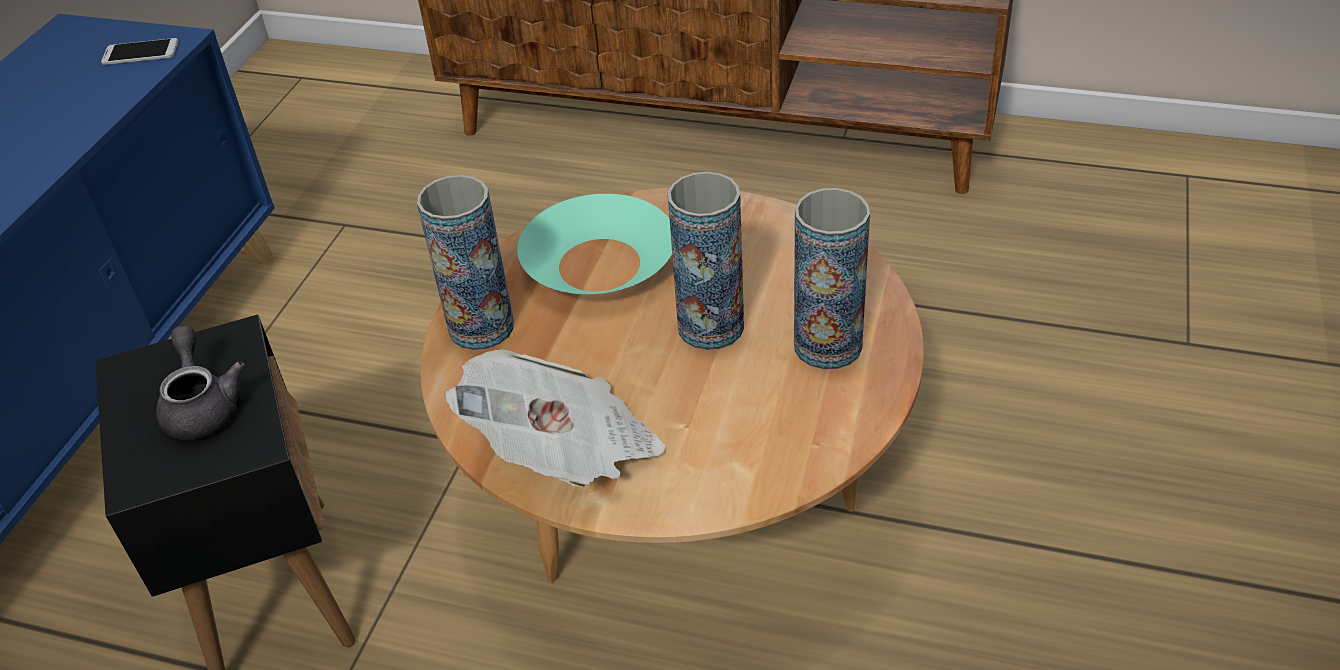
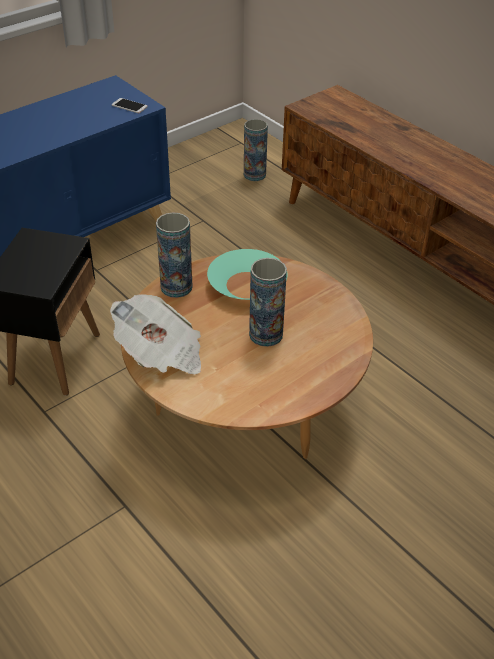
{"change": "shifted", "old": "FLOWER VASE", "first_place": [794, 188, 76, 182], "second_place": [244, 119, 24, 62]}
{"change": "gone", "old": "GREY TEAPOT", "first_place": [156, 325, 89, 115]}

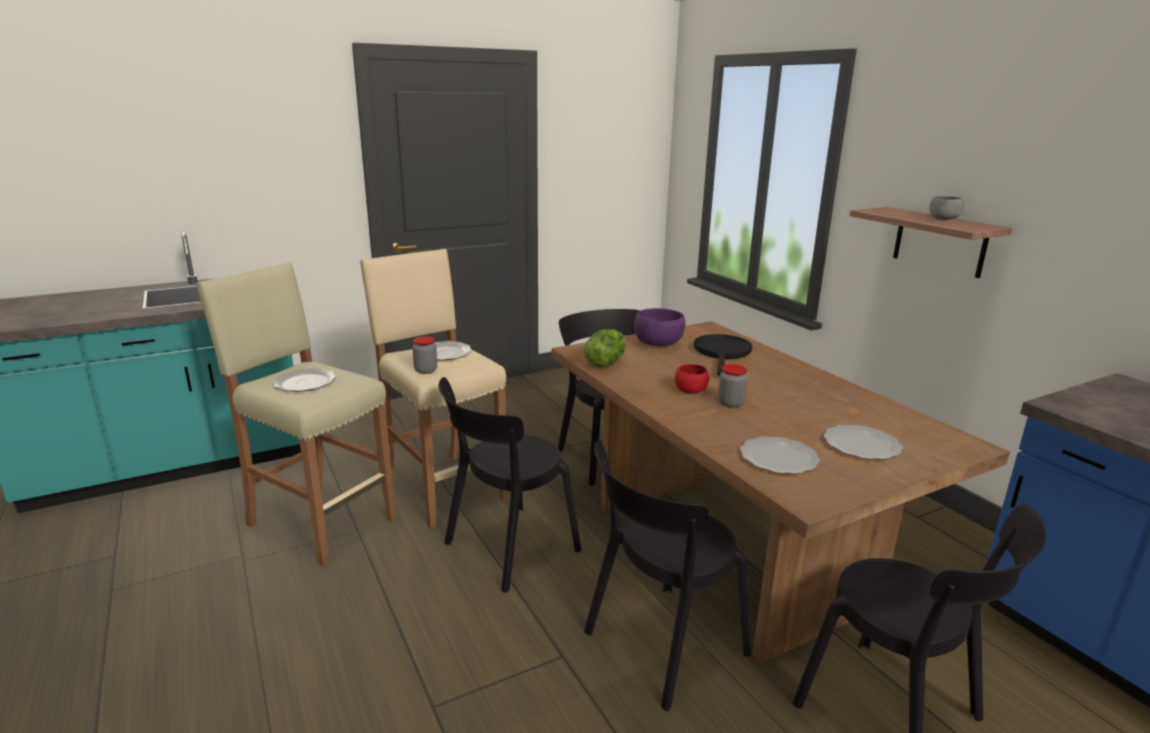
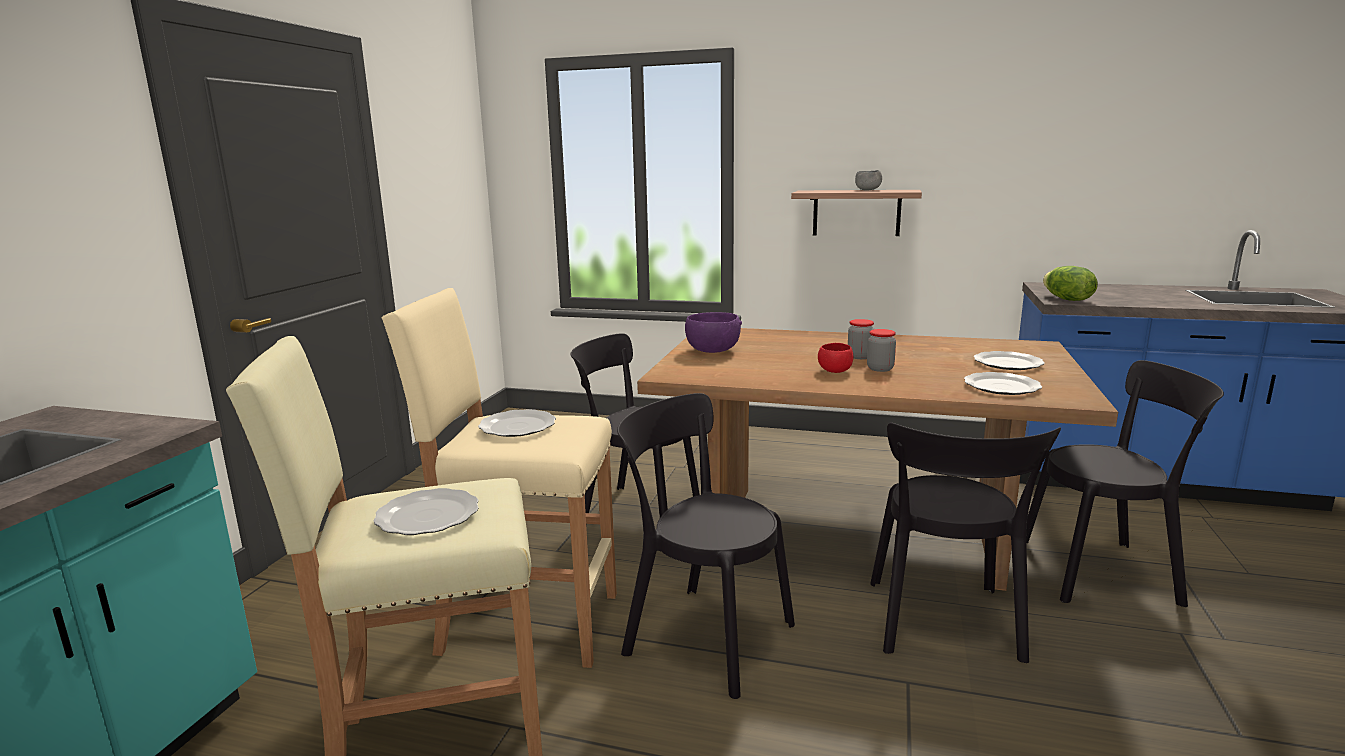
{"change": "shifted", "old": "LETTUCE HEAD", "first_place": [584, 329, 41, 38], "second_place": [1043, 266, 55, 35]}
{"change": "gone", "old": "BLACK SKILLET", "first_place": [694, 334, 58, 42]}
{"change": "shifted", "old": "STORAGE JAR", "first_place": [412, 336, 25, 38], "second_place": [848, 319, 26, 40]}
{"change": "rotated", "old": "BLACK PLAIN CHAIR", "first_place": [438, 377, 143, 216], "second_place": [617, 393, 178, 306], "degrees": 120}

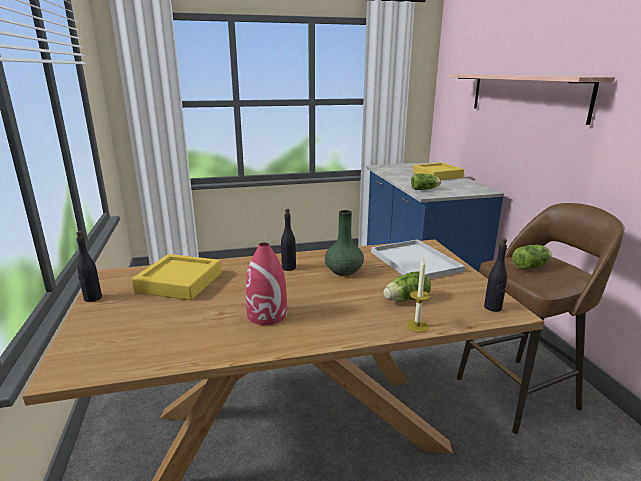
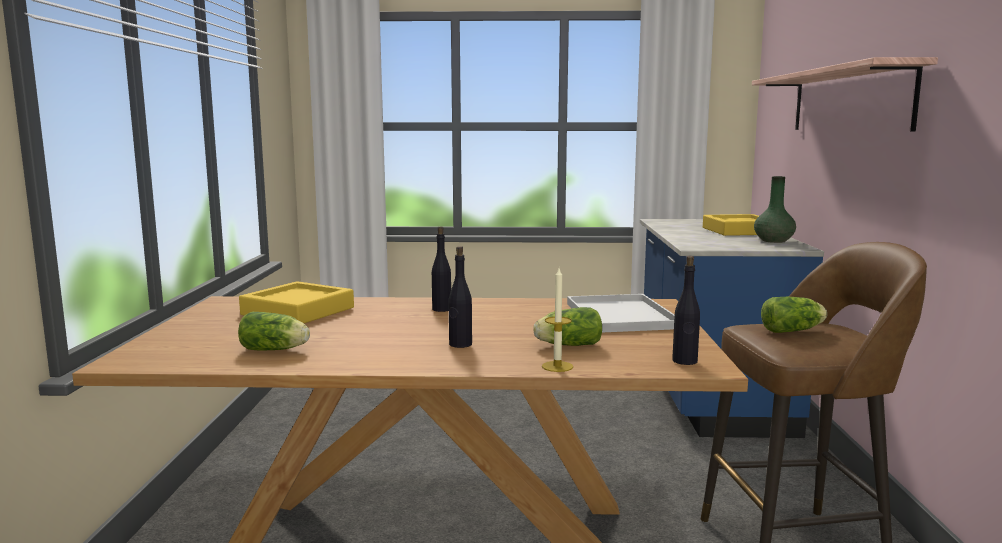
{"change": "shifted", "old": "LETTUCE HEAD", "first_place": [411, 174, 30, 16], "second_place": [238, 312, 72, 39]}
{"change": "shifted", "old": "GREENISH FLOWER VASE", "first_place": [325, 210, 39, 66], "second_place": [754, 176, 42, 67]}
{"change": "shifted", "old": "BLACK DRINK BOTTLE", "first_place": [76, 231, 26, 71], "second_place": [449, 246, 23, 102]}
{"change": "gone", "old": "RED-COLOURED FLOWER VASE", "first_place": [246, 242, 41, 83]}

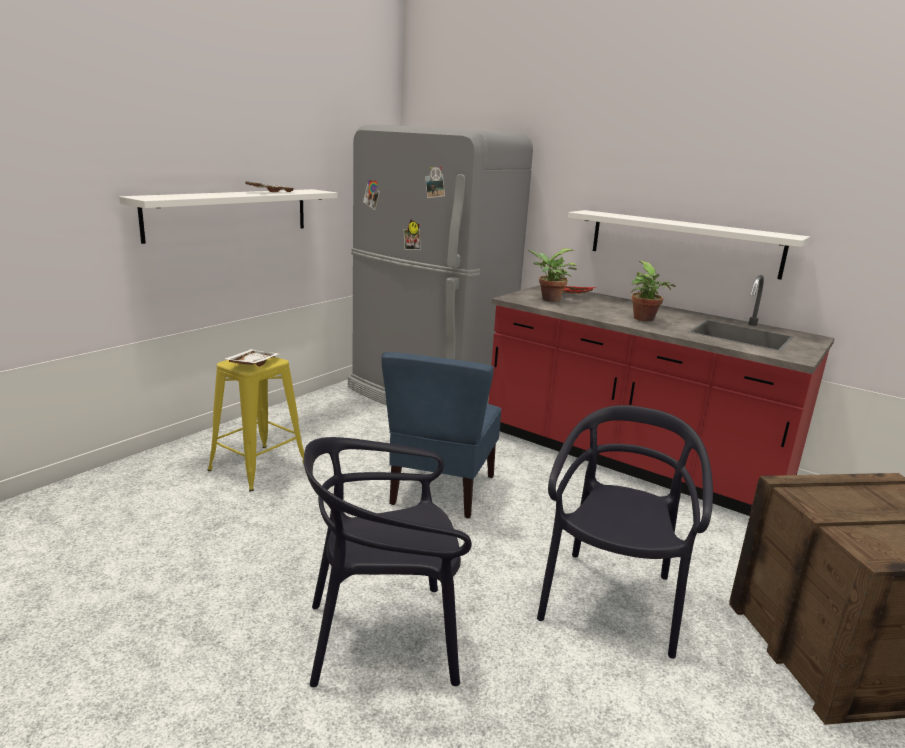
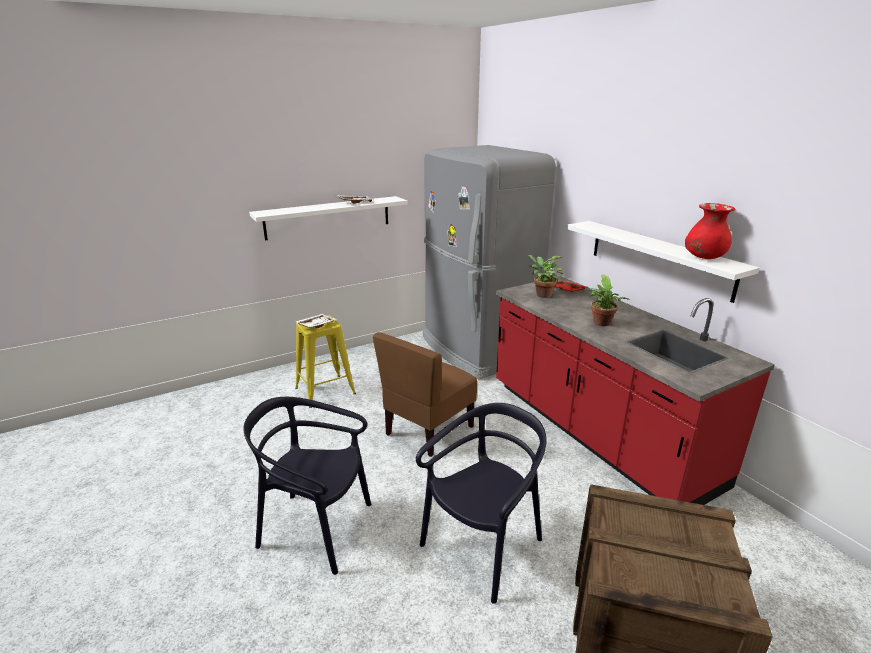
{"change": "repainted", "old": "BLUE PLAIN CHAIR", "new": "BROWN-COLOURED PLAIN CHAIR", "first_place": [381, 352, 121, 167], "second_place": [373, 332, 104, 125]}
{"change": "new", "new": "RED-COLOURED FLOWER VASE", "second_place": [685, 203, 50, 56]}

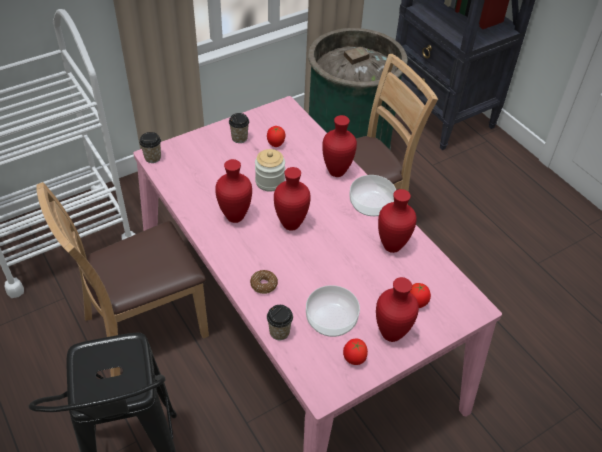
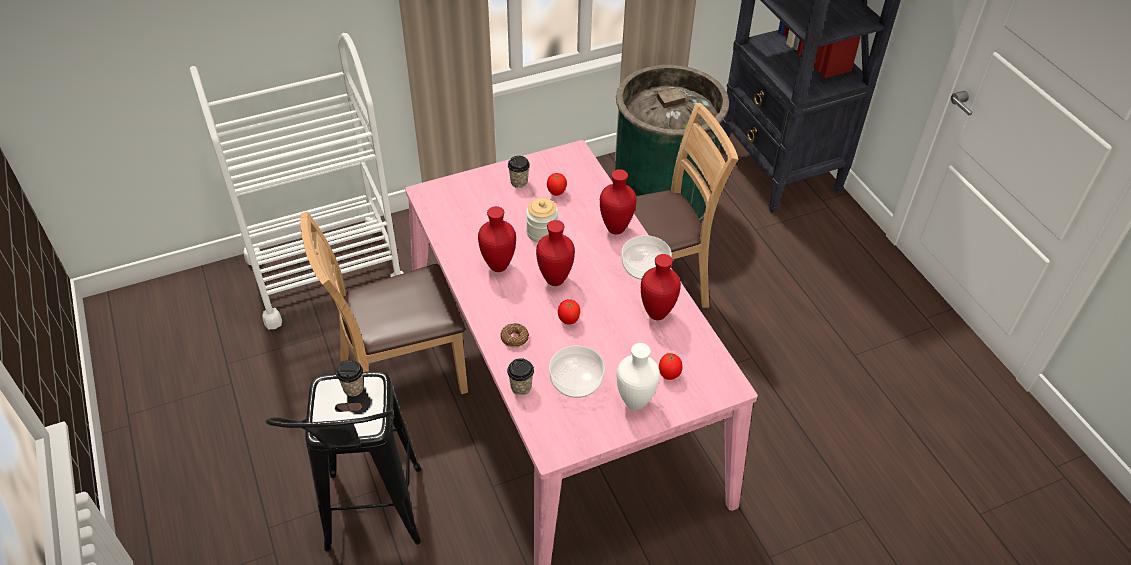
{"change": "shifted", "old": "DRINKING CUP", "first_place": [139, 132, 22, 31], "second_place": [336, 360, 28, 36]}
{"change": "repainted", "old": "RED-COLOURED FLOWER VASE", "new": "WHITE-COLOURED FLOWER VASE", "first_place": [376, 277, 43, 65], "second_place": [617, 343, 43, 67]}
{"change": "shifted", "old": "TOMATO", "first_place": [343, 339, 25, 26], "second_place": [558, 299, 22, 26]}

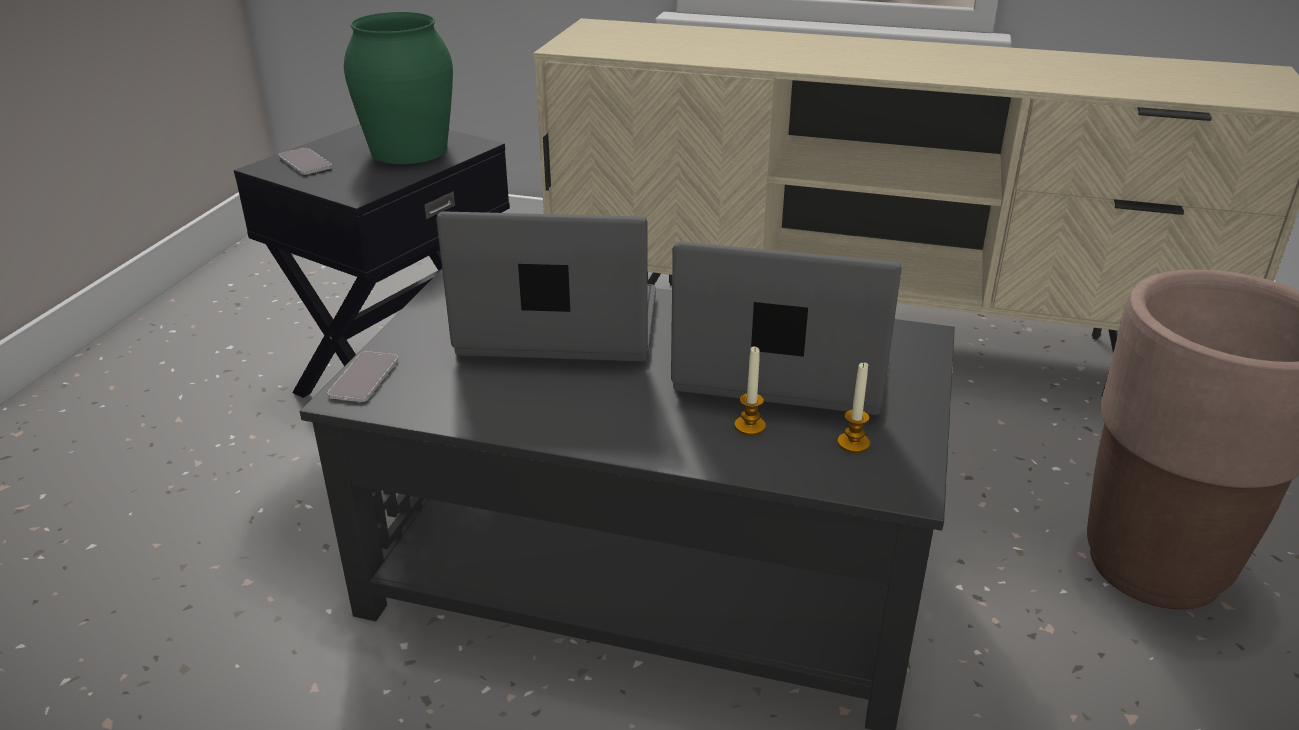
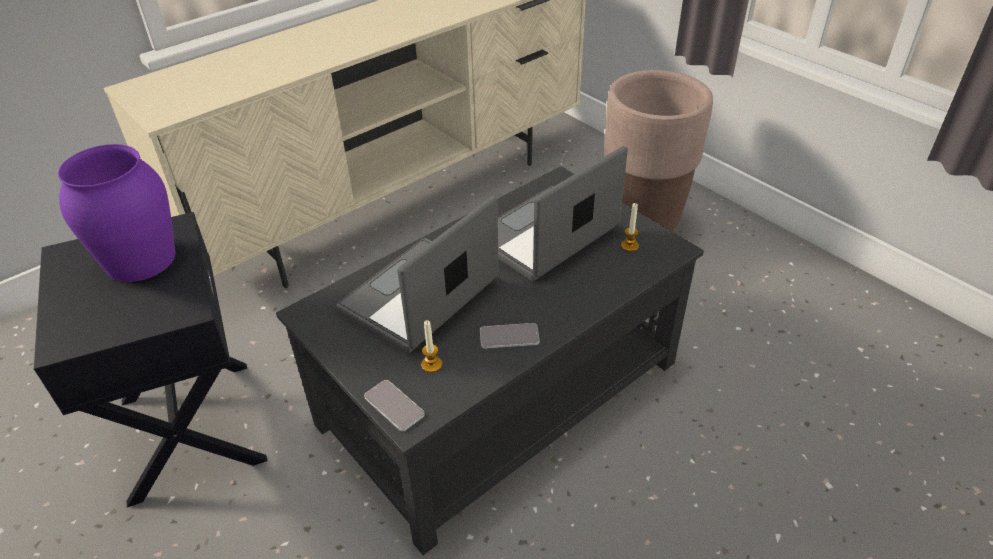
{"change": "repainted", "old": "GREENISH FLOWER VASE", "new": "PURPLISH FLOWER VASE", "first_place": [344, 12, 109, 152], "second_place": [58, 144, 118, 138]}
{"change": "shifted", "old": "HANDSET", "first_place": [278, 148, 54, 27], "second_place": [480, 323, 60, 26]}
{"change": "shifted", "old": "WAX LIGHT", "first_place": [734, 346, 32, 89], "second_place": [421, 320, 21, 53]}

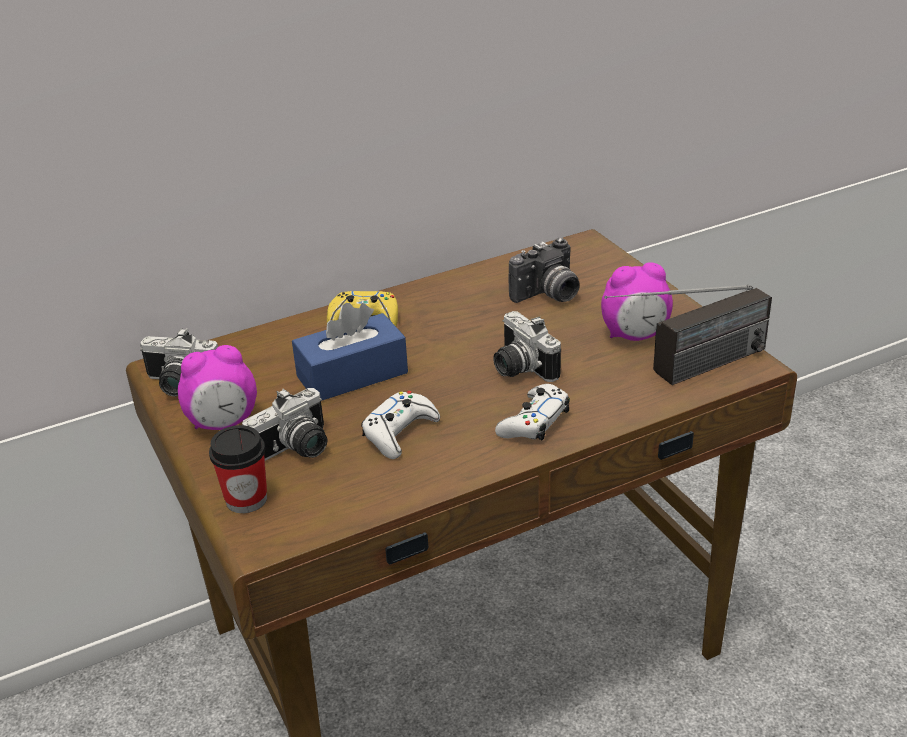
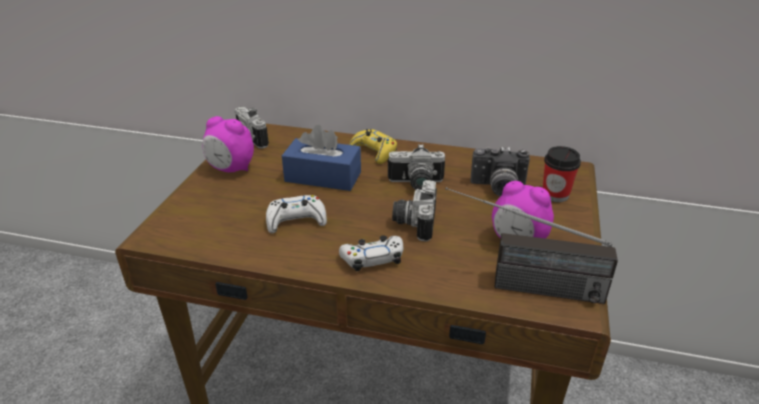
{"change": "shifted", "old": "STILL CAMERA", "first_place": [242, 388, 85, 73], "second_place": [388, 144, 57, 46]}
{"change": "shifted", "old": "DRINKING CUP", "first_place": [209, 425, 58, 88], "second_place": [543, 146, 38, 56]}

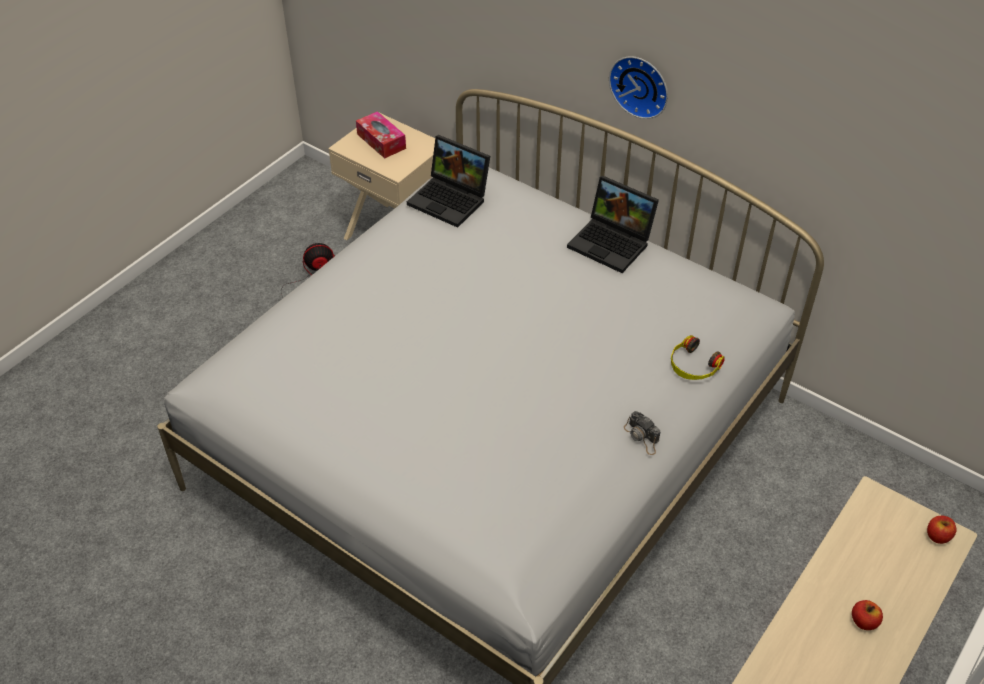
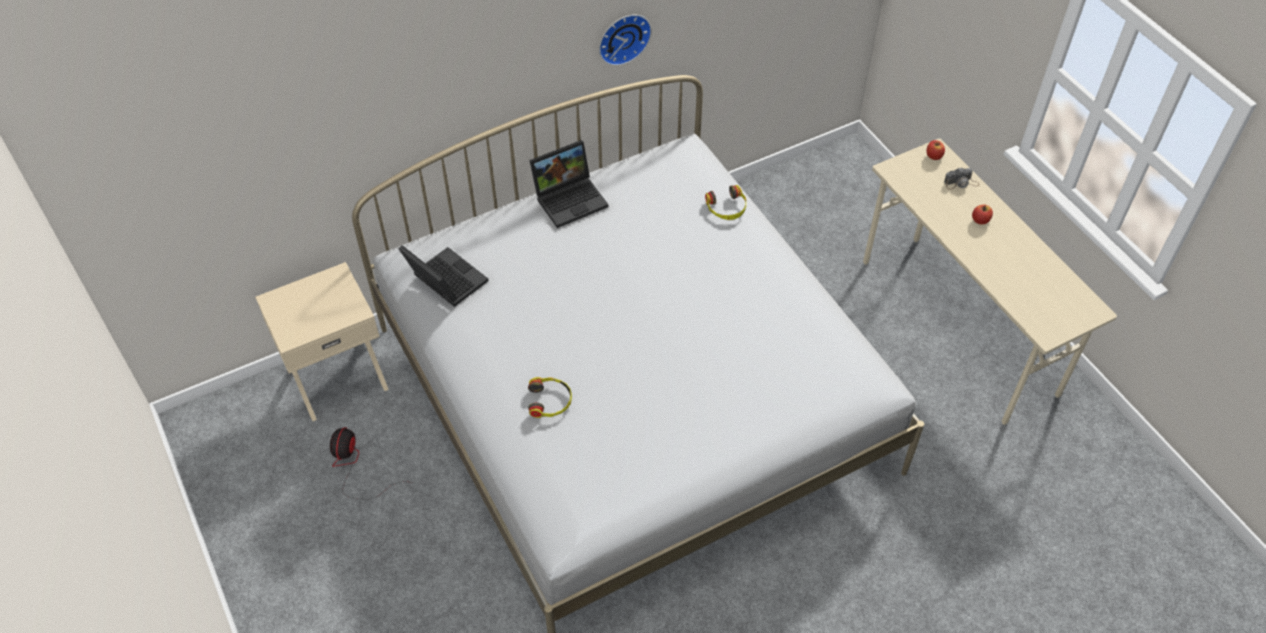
{"change": "shifted", "old": "HANGING CLOCK", "first_place": [609, 56, 59, 63], "second_place": [599, 15, 53, 51]}
{"change": "gone", "old": "BOX OF TISSUES", "first_place": [356, 111, 50, 48]}
{"change": "rotated", "old": "LAPTOP", "first_place": [407, 135, 83, 93], "second_place": [398, 245, 90, 62], "degrees": -105}
{"change": "shifted", "old": "STILL CAMERA", "first_place": [624, 411, 36, 44], "second_place": [944, 168, 36, 22]}
{"change": "new", "new": "HEADPHONES", "second_place": [528, 377, 44, 41]}

